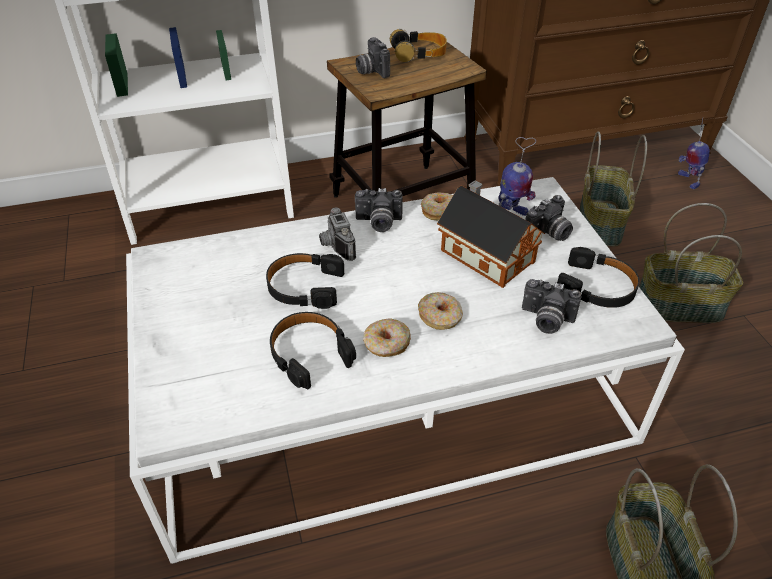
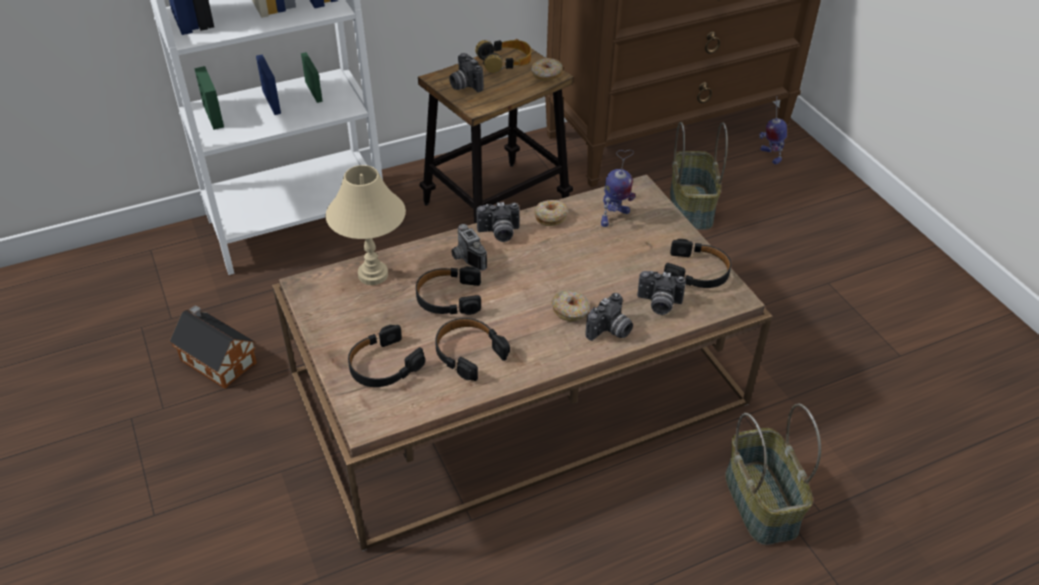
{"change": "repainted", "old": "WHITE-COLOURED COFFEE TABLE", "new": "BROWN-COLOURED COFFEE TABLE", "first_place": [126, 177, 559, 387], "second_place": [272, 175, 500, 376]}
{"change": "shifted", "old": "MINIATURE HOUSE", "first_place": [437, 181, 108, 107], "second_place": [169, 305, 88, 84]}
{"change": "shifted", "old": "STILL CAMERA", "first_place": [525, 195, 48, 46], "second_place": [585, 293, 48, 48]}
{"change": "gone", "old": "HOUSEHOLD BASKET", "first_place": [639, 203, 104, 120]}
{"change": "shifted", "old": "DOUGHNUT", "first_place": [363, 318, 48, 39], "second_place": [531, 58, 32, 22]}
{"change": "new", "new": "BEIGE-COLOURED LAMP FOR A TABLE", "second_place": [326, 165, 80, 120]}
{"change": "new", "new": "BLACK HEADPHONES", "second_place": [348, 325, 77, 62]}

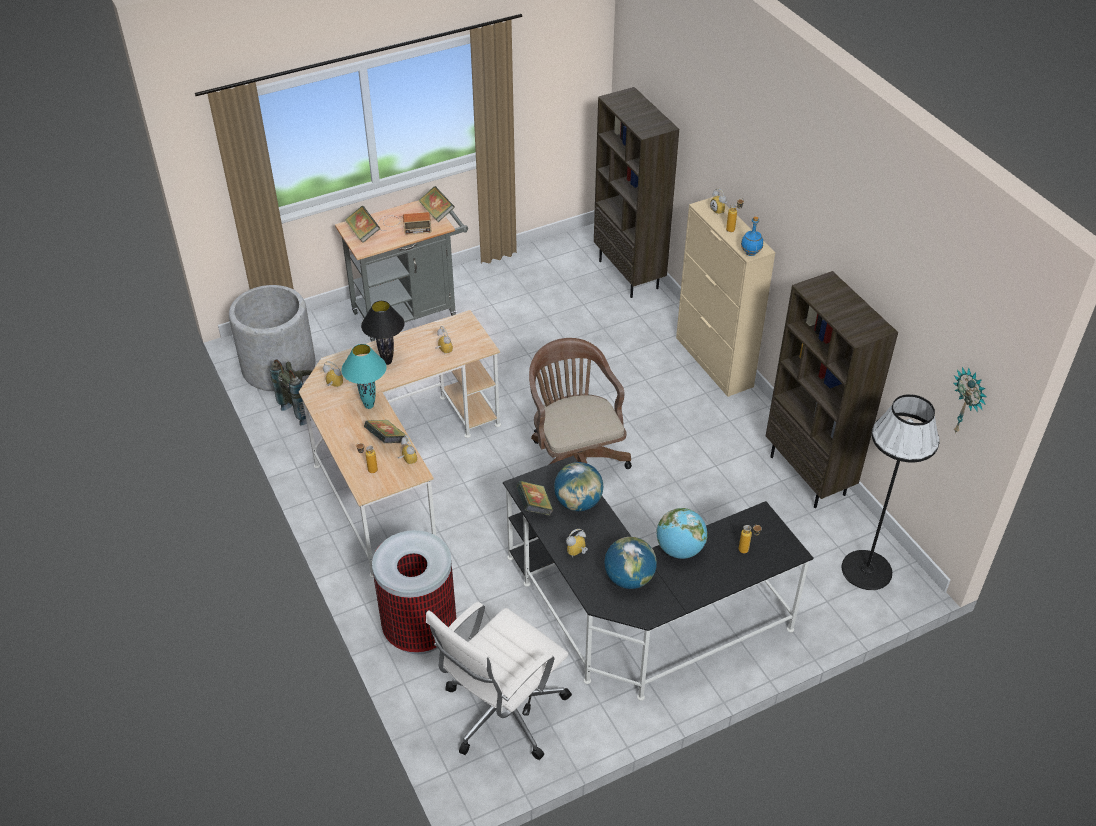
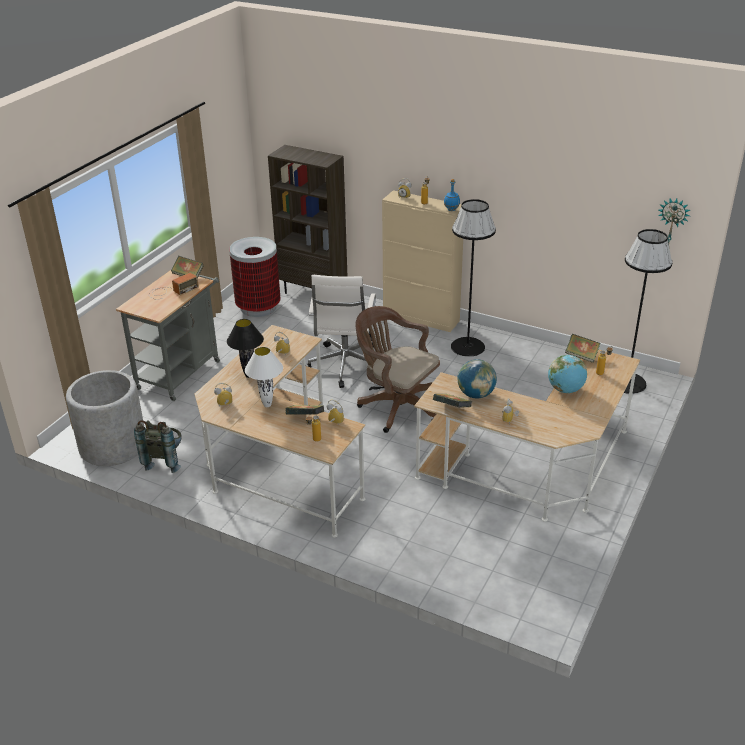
{"change": "shifted", "old": "BOOK", "first_place": [345, 206, 35, 37], "second_place": [565, 334, 36, 29]}
{"change": "gone", "old": "BROWN-COLOURED SHELVING UNIT", "first_place": [766, 271, 132, 237]}
{"change": "repainted", "old": "TURQUOISE-COLOURED LAMP FOR A TABLE", "new": "WHITE-COLOURED LAMP FOR A TABLE", "first_place": [342, 344, 45, 65], "second_place": [245, 347, 38, 60]}
{"change": "repainted", "old": "BLACK DESK TABLE", "new": "BEIGE-COLOURED DESK TABLE", "first_place": [503, 456, 311, 245], "second_place": [414, 349, 226, 173]}
{"change": "shifted", "old": "WASTE BIN", "first_place": [372, 530, 84, 124], "second_place": [229, 237, 52, 80]}
{"change": "gone", "old": "DESK GLOBE", "first_place": [604, 537, 53, 52]}
{"change": "shifted", "old": "WHITE-COLOURED COMPUTER CHAIR", "first_place": [426, 602, 146, 158], "second_place": [305, 275, 71, 113]}
{"change": "new", "new": "BLACK STANDING LAMP", "second_place": [451, 199, 45, 158]}

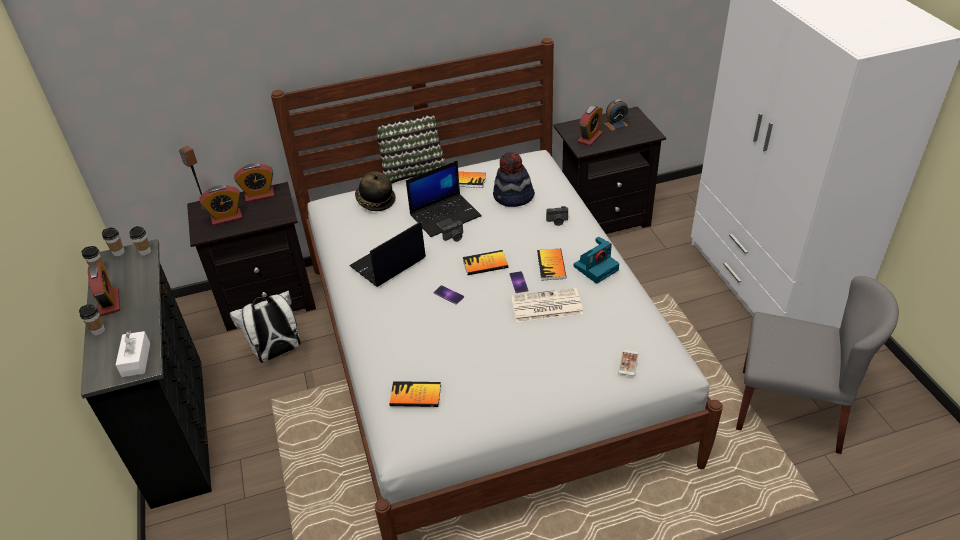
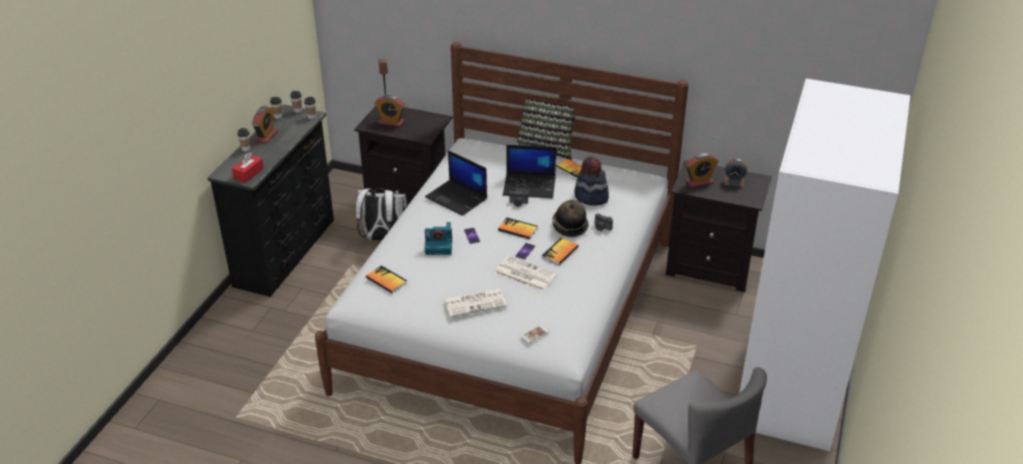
{"change": "gone", "old": "ALARM CLOCK", "first_place": [234, 163, 40, 39]}
{"change": "shifted", "old": "WEARABLE HAT", "first_place": [355, 172, 41, 39], "second_place": [552, 200, 37, 37]}
{"change": "rotated", "old": "LAPTOP", "first_place": [349, 221, 77, 66], "second_place": [425, 150, 62, 66], "degrees": -135}
{"change": "shifted", "old": "STILL CAMERA", "first_place": [574, 237, 45, 47], "second_place": [425, 222, 27, 33]}
{"change": "repainted", "old": "WHITE-COLOURED BOX OF TISSUES", "new": "RED-COLOURED BOX OF TISSUES", "first_place": [116, 331, 34, 46], "second_place": [232, 152, 32, 31]}
{"change": "new", "new": "PRINTED PAPER", "second_place": [444, 289, 63, 28]}

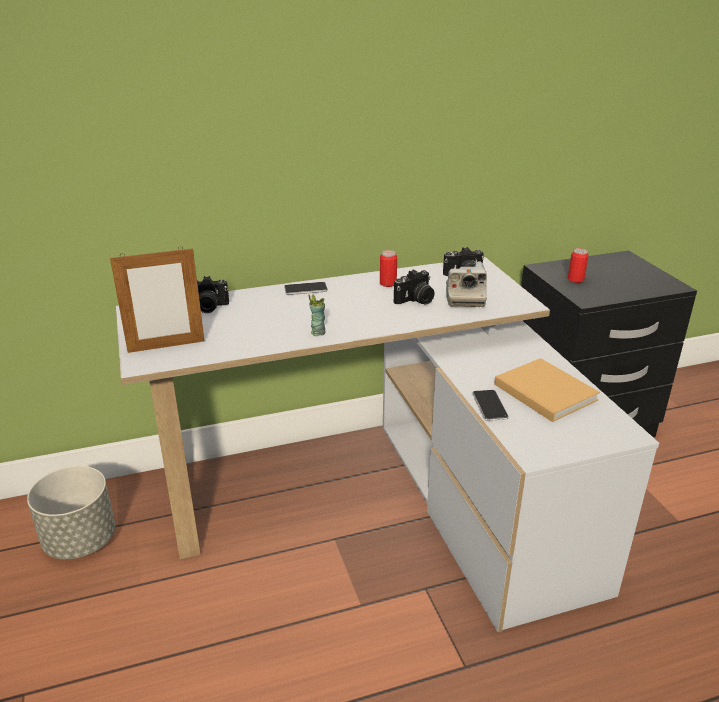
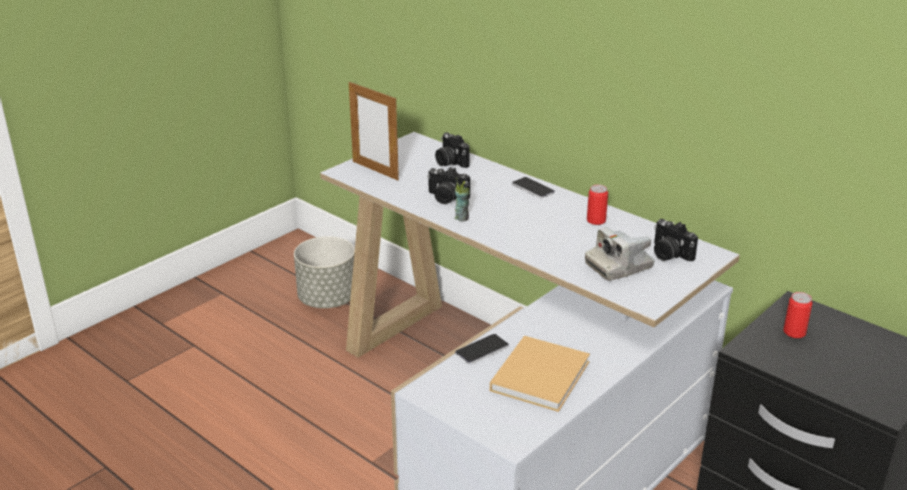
{"change": "shifted", "old": "STILL CAMERA", "first_place": [394, 269, 40, 36], "second_place": [427, 167, 43, 37]}

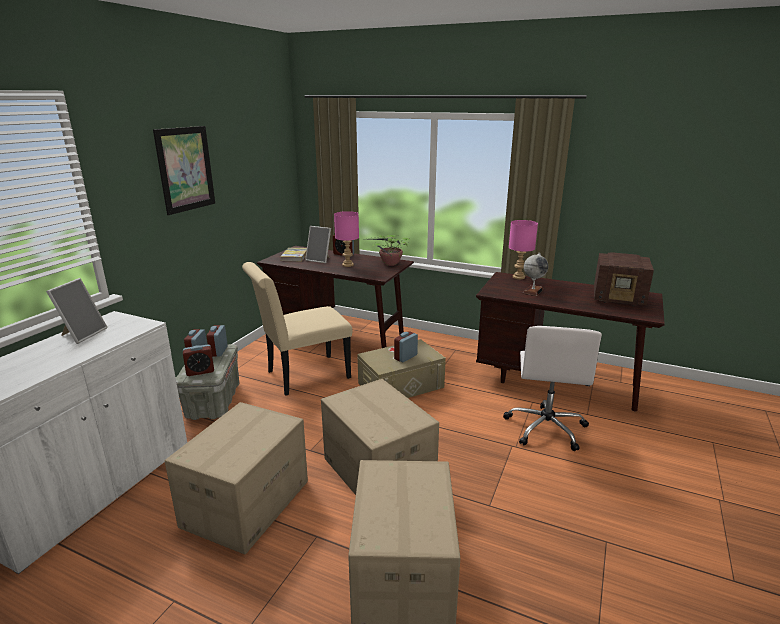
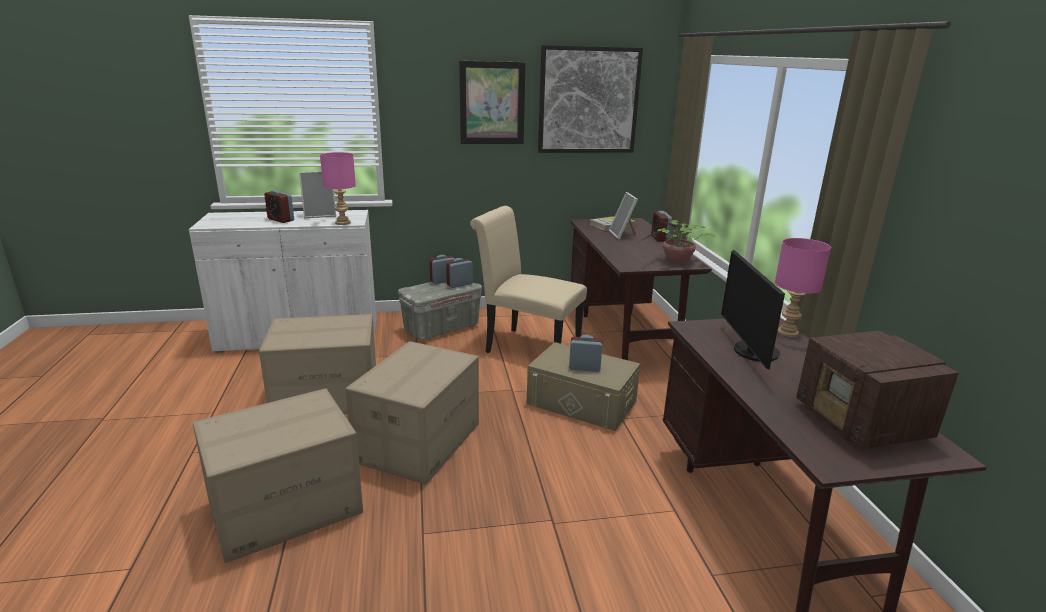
{"change": "shifted", "old": "PINK-COLOURED LAMP FOR A TABLE", "first_place": [334, 211, 25, 56], "second_place": [320, 152, 36, 73]}
{"change": "swapped", "old": "DESK GLOBE", "new": "COMPUTER DISPLAY", "first_place": [522, 253, 26, 43], "second_place": [721, 250, 64, 120]}
{"change": "gone", "old": "WHITE-COLOURED COMPUTER CHAIR", "first_place": [503, 326, 99, 125]}
{"change": "shifted", "old": "ALARM CLOCK", "first_place": [183, 345, 31, 31], "second_place": [264, 190, 30, 33]}
{"change": "new", "new": "WALL ART", "second_place": [538, 45, 105, 108]}

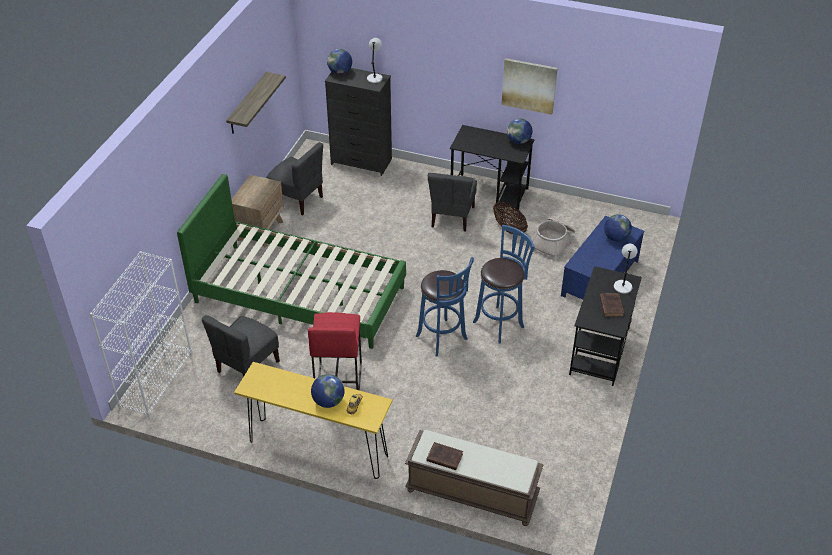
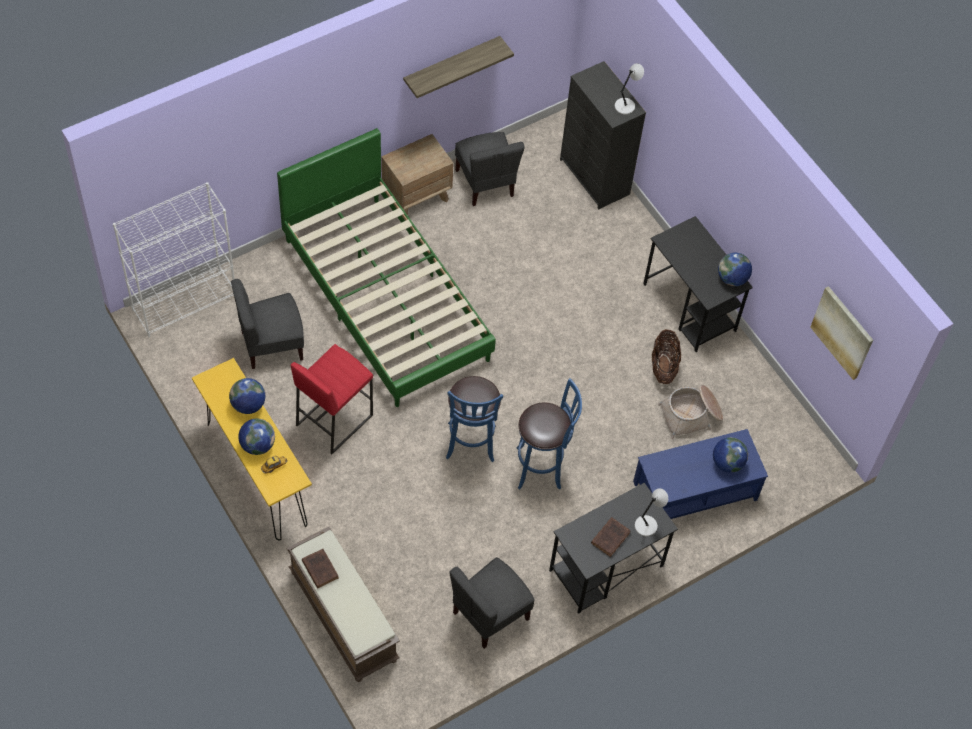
{"change": "shifted", "old": "DESK GLOBE", "first_place": [327, 49, 25, 26], "second_place": [229, 378, 36, 36]}
{"change": "shifted", "old": "WALL ART", "first_place": [502, 58, 56, 57], "second_place": [810, 286, 63, 94]}
{"change": "shifted", "old": "GREY PLAIN CHAIR", "first_place": [428, 173, 49, 58], "second_place": [449, 557, 86, 92]}

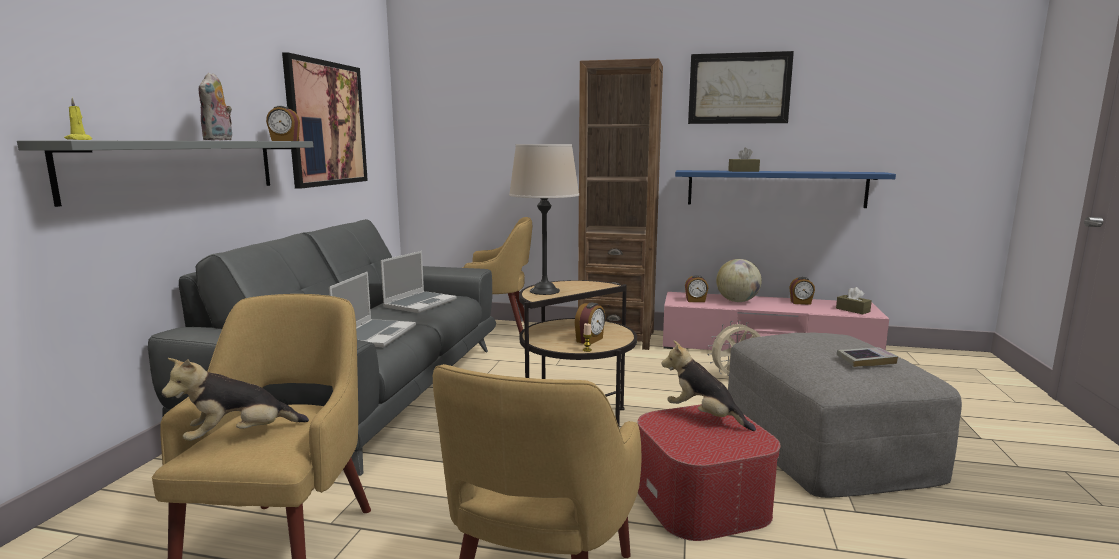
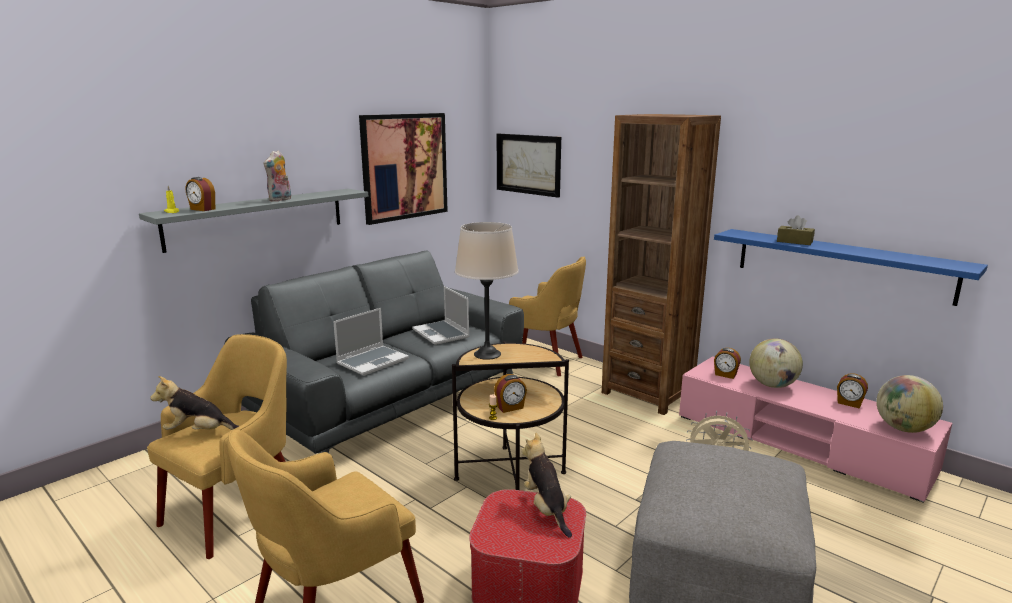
{"change": "shifted", "old": "WALL ART", "first_place": [688, 51, 106, 73], "second_place": [497, 134, 64, 64]}
{"change": "shifted", "old": "ALARM CLOCK", "first_place": [266, 106, 34, 35], "second_place": [186, 177, 29, 34]}
{"change": "rotated", "old": "LAPTOP", "first_place": [381, 251, 76, 62], "second_place": [412, 286, 57, 59], "degrees": 90}
{"change": "swapped", "old": "BROWN-COLOURED BOX OF TISSUES", "new": "DESK GLOBE", "first_place": [836, 287, 36, 27], "second_place": [876, 375, 67, 58]}
{"change": "gone", "old": "BOOK", "first_place": [837, 347, 61, 20]}

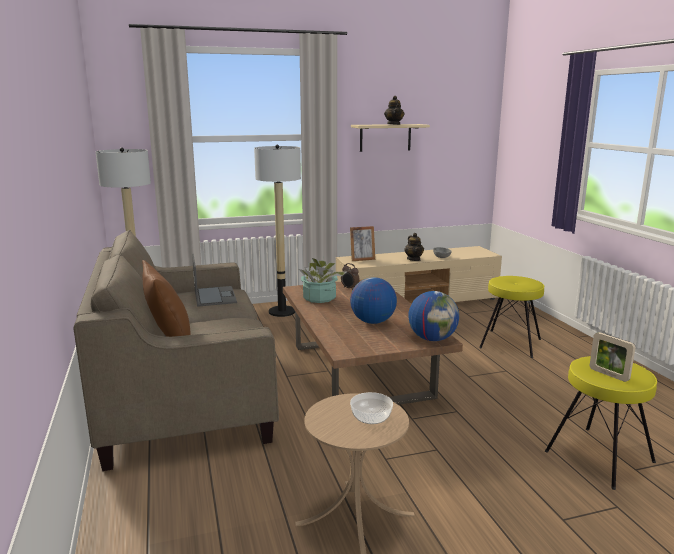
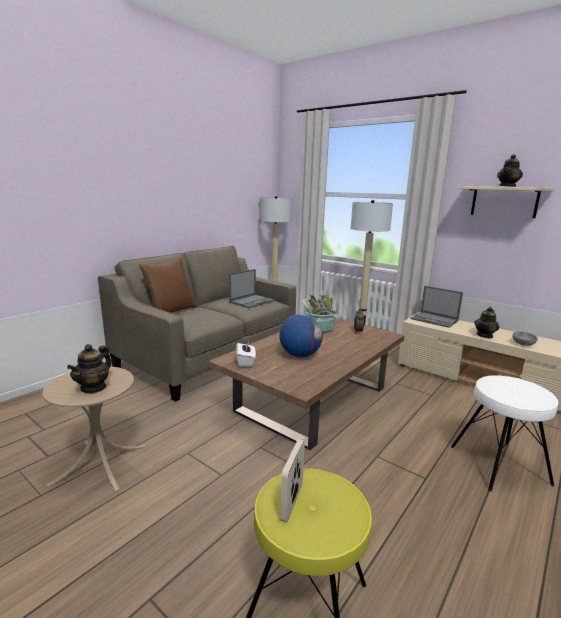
{"change": "swapped", "old": "PHOTO FRAME", "new": "LAPTOP", "first_place": [350, 226, 25, 35], "second_place": [410, 286, 53, 42]}
{"change": "repainted", "old": "YELLOW-COLOURED STOOL SEAT", "new": "WHITE-COLOURED STOOL SEAT", "first_place": [479, 276, 65, 82], "second_place": [451, 375, 107, 117]}
{"change": "gone", "old": "DESK GLOBE", "first_place": [408, 291, 51, 50]}
{"change": "swapped", "old": "DEEP DISH", "new": "TEAPOT", "first_place": [350, 392, 43, 32], "second_place": [67, 344, 45, 50]}
{"change": "new", "new": "WHITE-COLOURED BOX OF TISSUES", "second_place": [236, 341, 20, 26]}

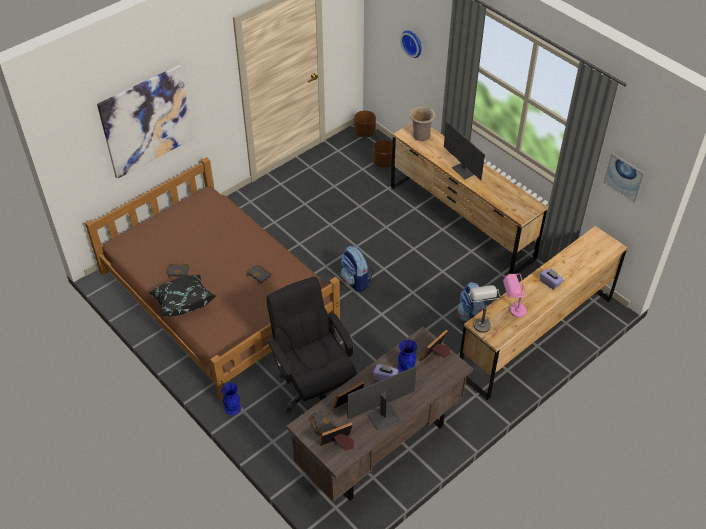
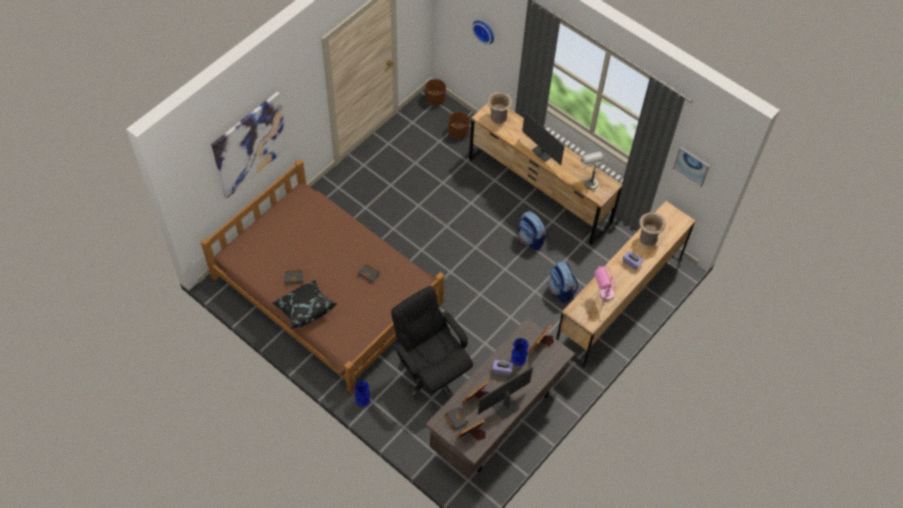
{"change": "shifted", "old": "BACKPACK", "first_place": [341, 246, 32, 46], "second_place": [519, 211, 29, 39]}
{"change": "shifted", "old": "GREY LAMP FOR A TABLE", "first_place": [468, 285, 33, 48], "second_place": [580, 152, 27, 38]}
{"change": "new", "new": "BEIGE-COLOURED FLOWER VASE", "second_place": [639, 212, 27, 34]}

